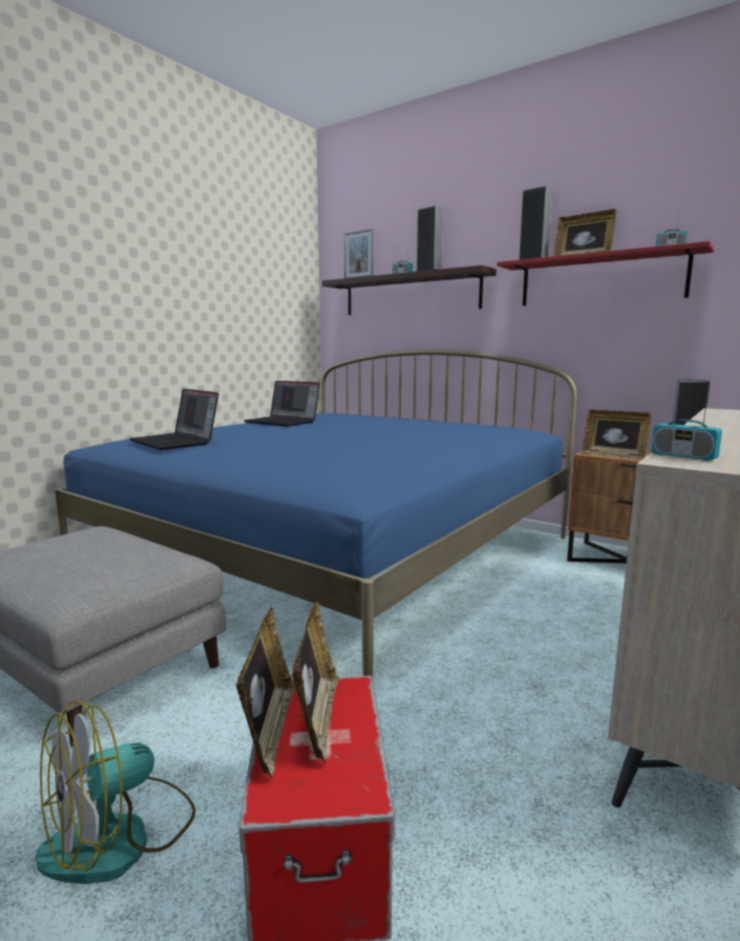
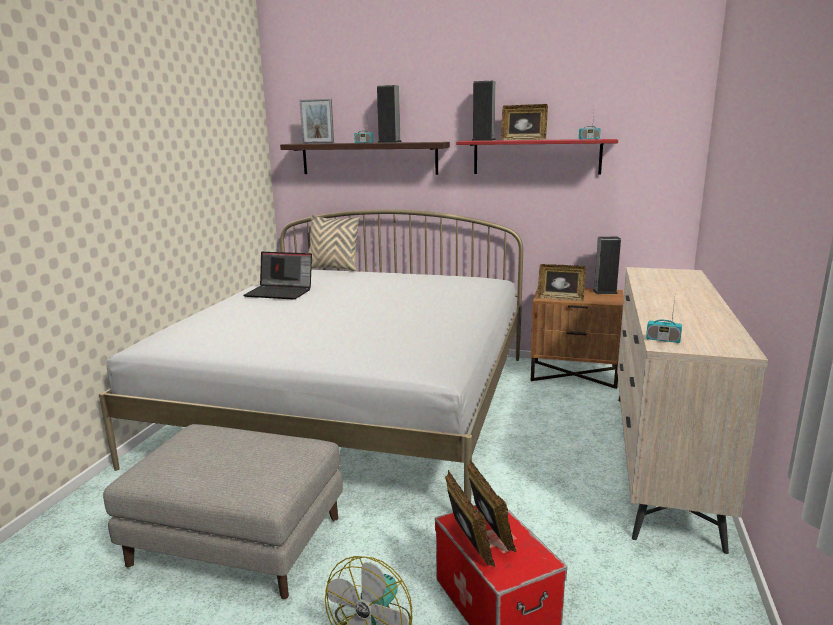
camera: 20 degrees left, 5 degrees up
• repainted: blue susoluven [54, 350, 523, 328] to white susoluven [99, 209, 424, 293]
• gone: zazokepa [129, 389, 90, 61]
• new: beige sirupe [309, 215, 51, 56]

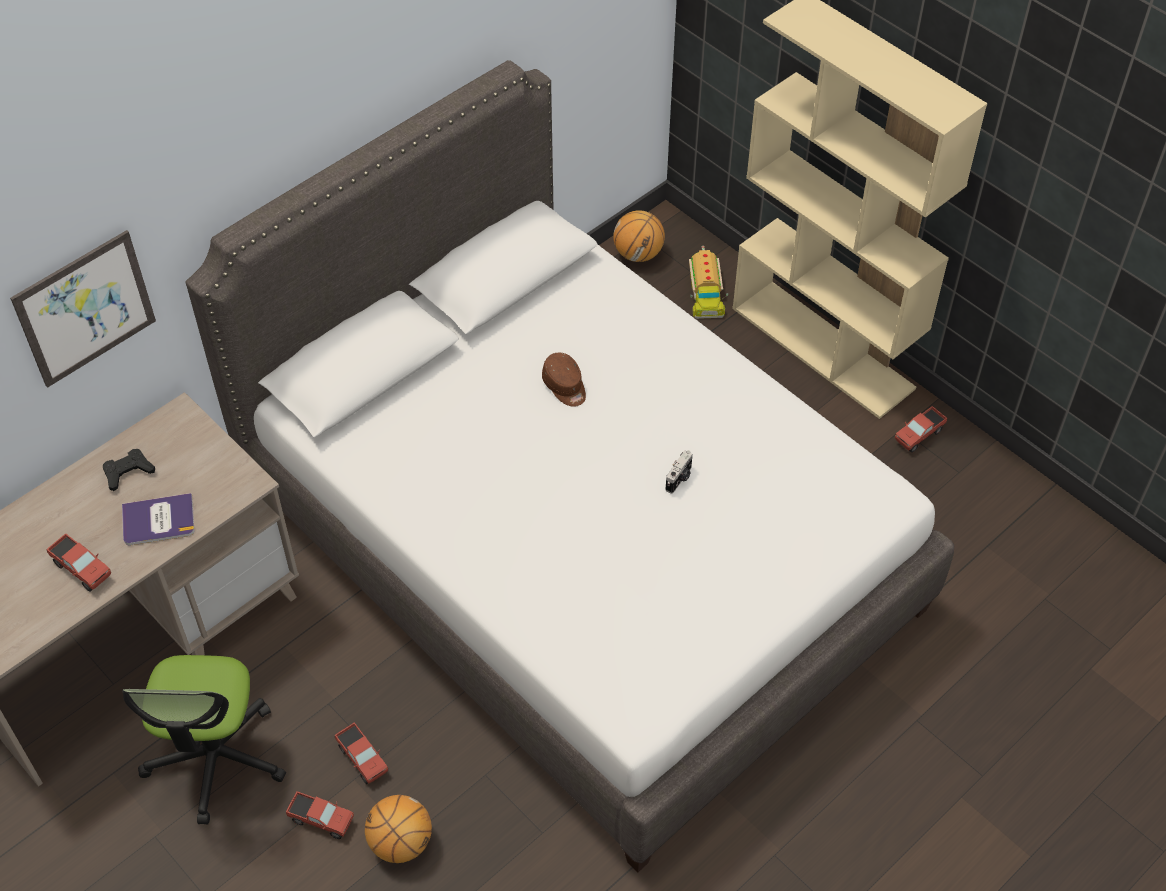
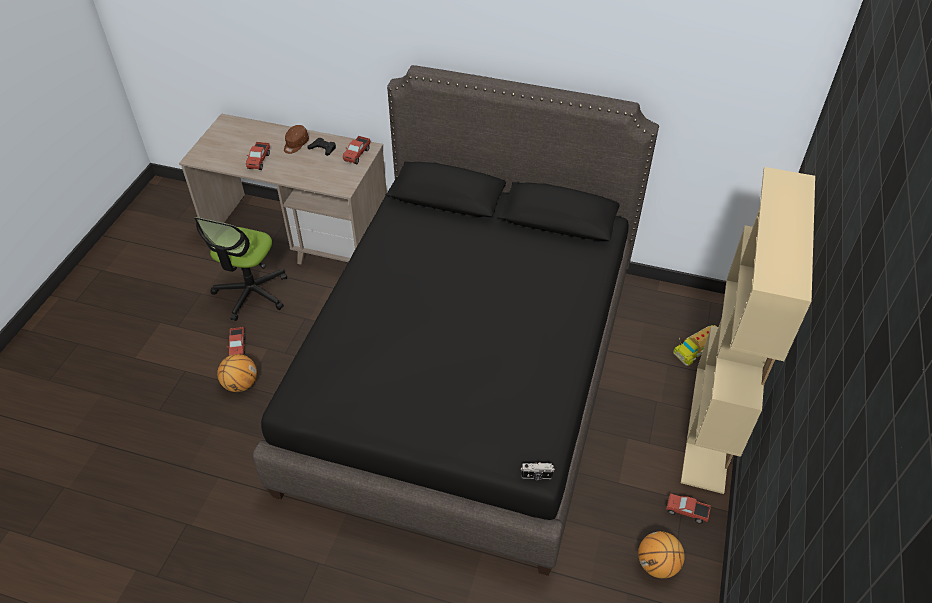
camera: 60 degrees right, 5 degrees down
• gone: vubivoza [10, 230, 146, 158]
• gone: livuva [122, 493, 72, 52]
• rotated: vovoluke [122, 655, 164, 170] = [194, 217, 93, 104] 45 degrees counterclockwise
• repainted: white susoluven [185, 60, 769, 813] to black susoluven [253, 65, 406, 511]
• shifted: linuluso [335, 722, 53, 62] to [343, 136, 27, 28]
• shifted: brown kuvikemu [542, 352, 44, 55] to [284, 125, 25, 29]
• shifted: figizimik [613, 210, 52, 52] to [638, 531, 47, 47]
• shifted: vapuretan [665, 450, 28, 44] to [521, 462, 34, 19]

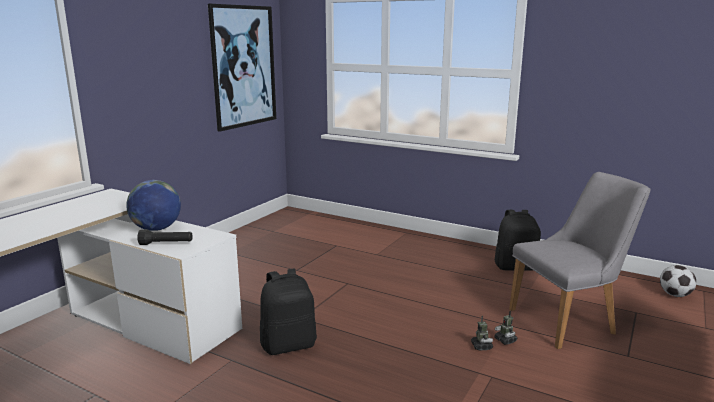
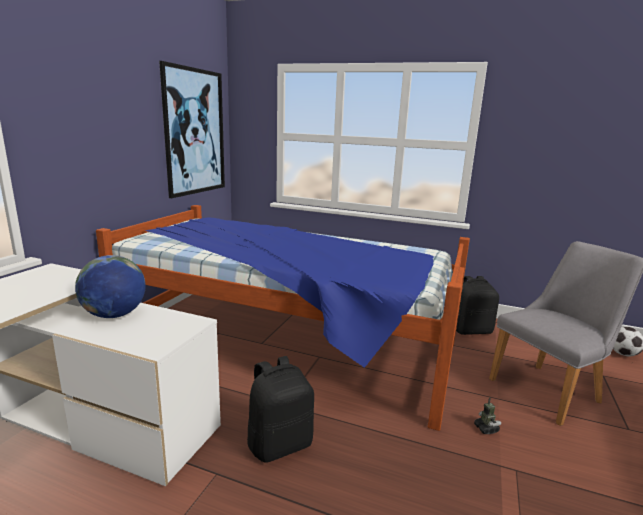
camera: 10 degrees left, 0 degrees up
• gone: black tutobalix [137, 229, 55, 16]
• gone: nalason [494, 311, 23, 34]
• new: susoluven [96, 205, 374, 226]

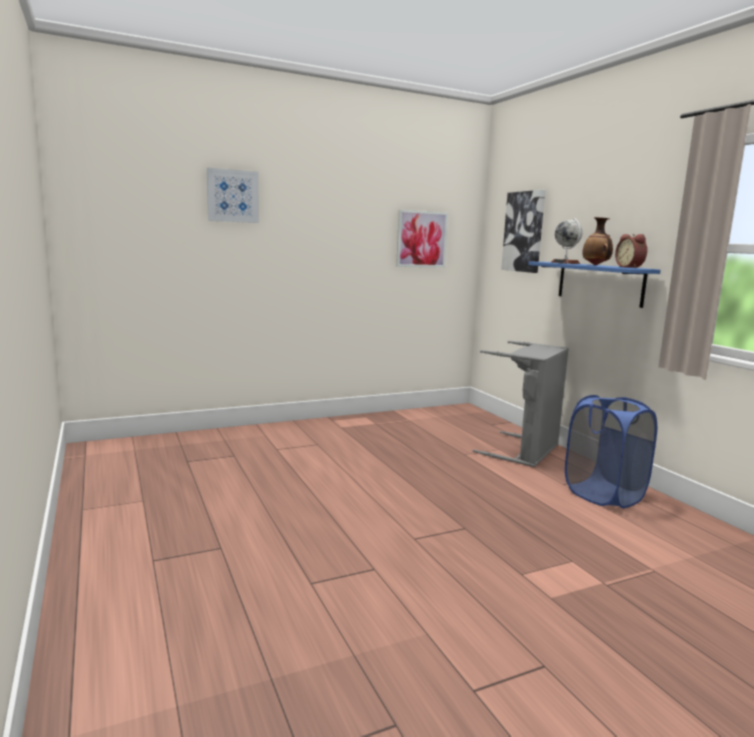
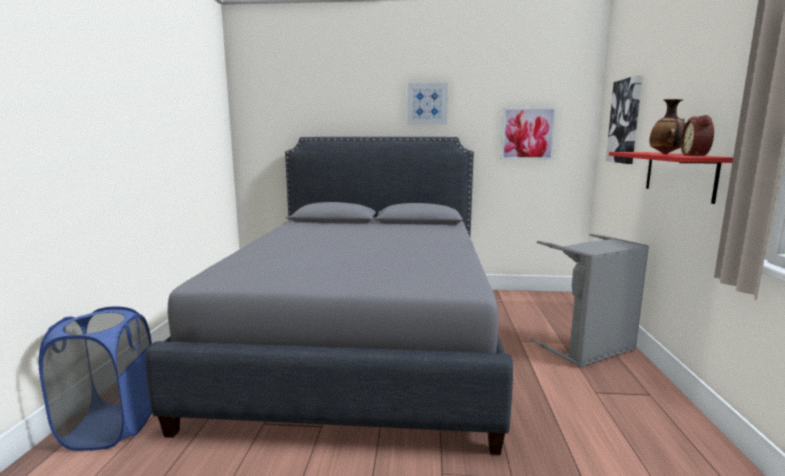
camera: 30 degrees right, 0 degrees up
• shifted: vubivoza [207, 168, 52, 55] to [407, 82, 41, 42]
• repainted: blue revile [528, 262, 133, 46] to red revile [609, 152, 124, 52]
• gone: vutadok [551, 218, 32, 46]
• shifted: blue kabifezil [565, 395, 92, 113] to [39, 307, 113, 144]
• new: grey susoluven [145, 137, 368, 318]

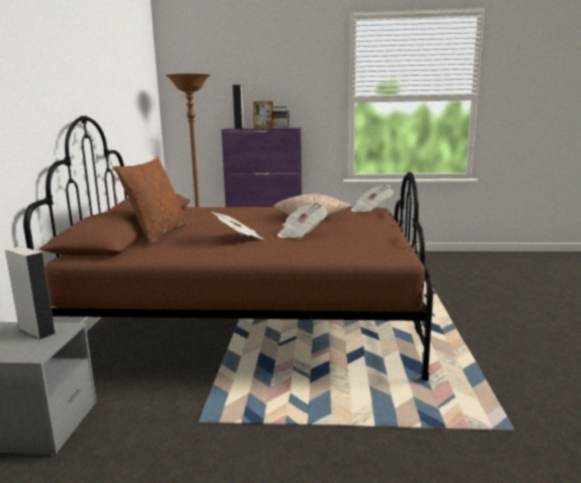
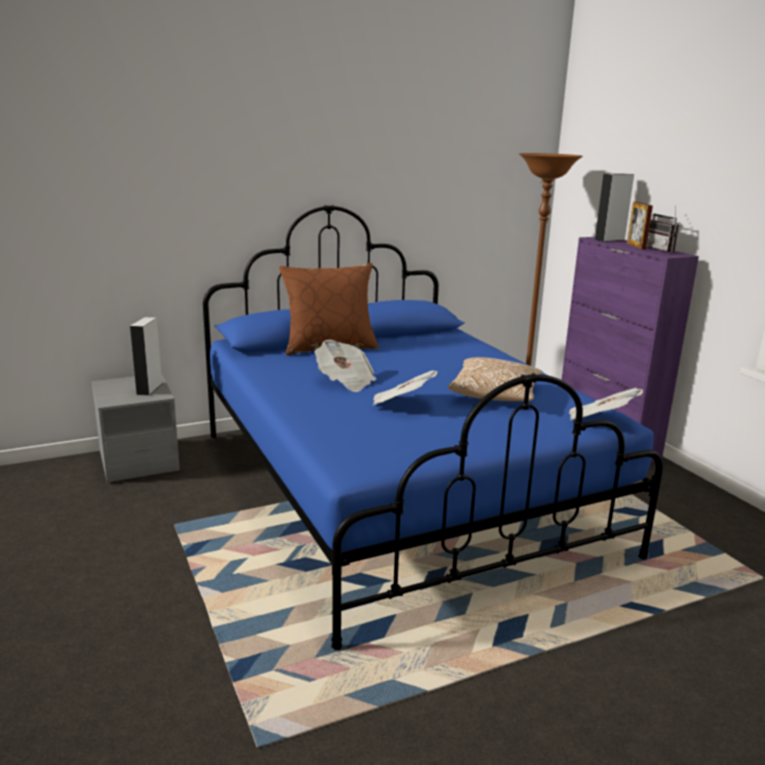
camera: 60 degrees right, 5 degrees up
• repainted: brown susoluven [23, 116, 410, 265] to blue susoluven [203, 205, 460, 445]

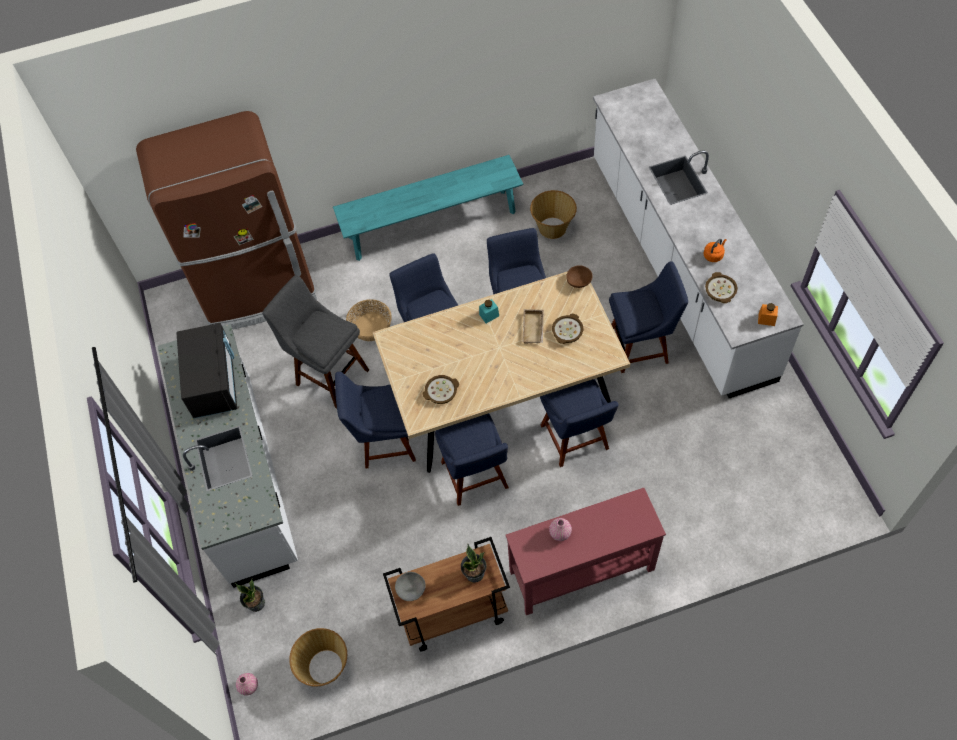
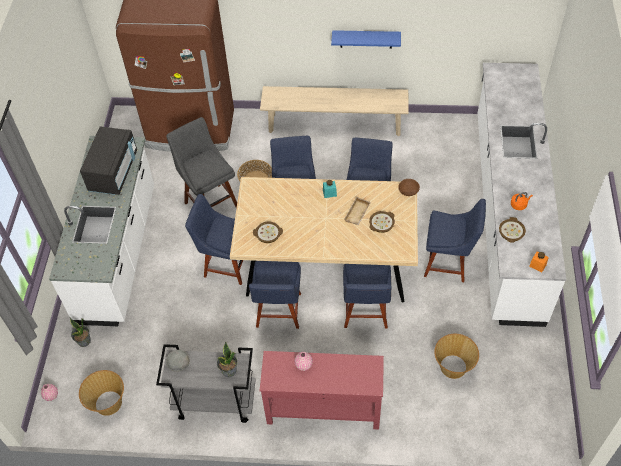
camera: 20 degrees right, 5 degrees down
• repainted: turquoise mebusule [333, 155, 190, 106] to beige mebusule [260, 86, 148, 50]
• repainted: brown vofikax [383, 537, 127, 114] to grey vofikax [156, 344, 100, 79]
• shifted: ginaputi [530, 190, 47, 49] to [434, 334, 45, 45]
• new: blue revile [331, 30, 70, 19]

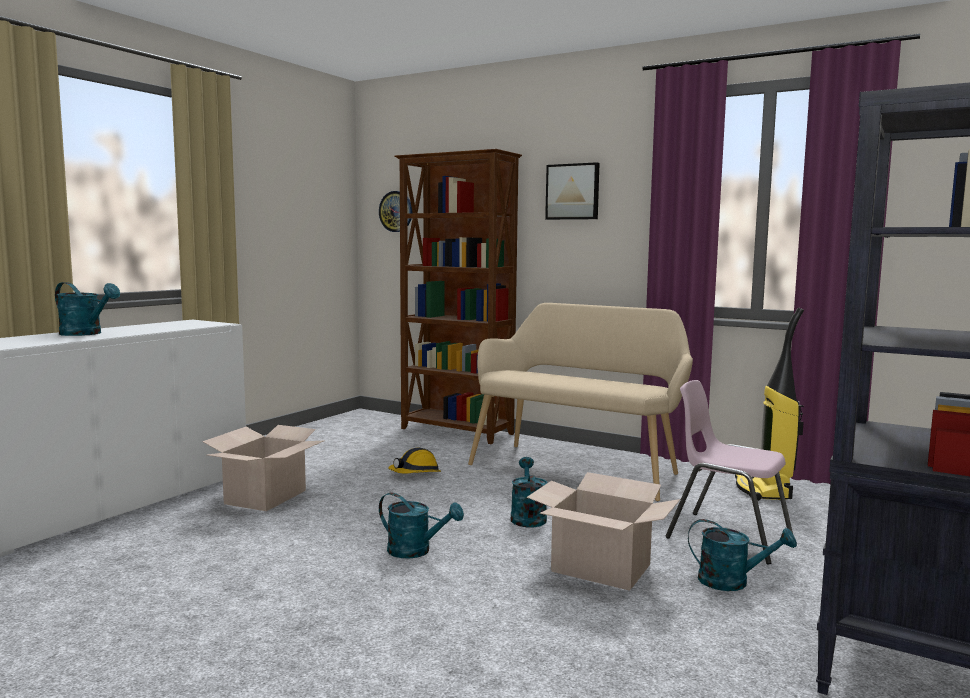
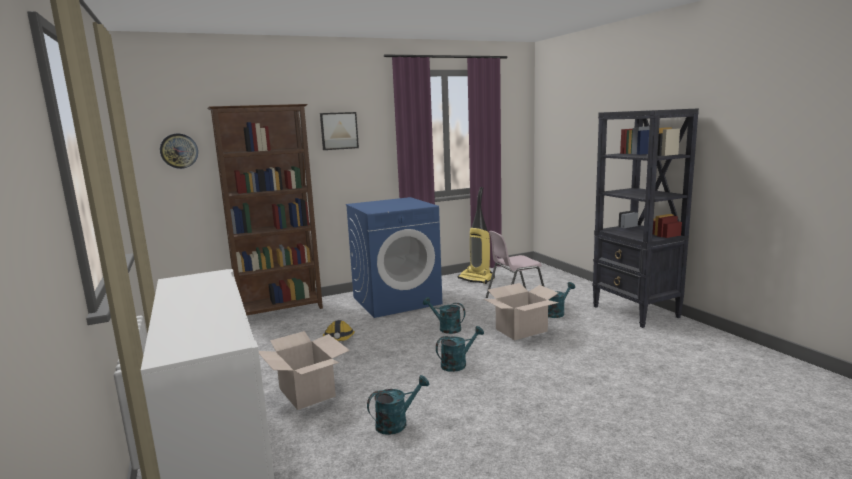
camera: 55 degrees left, 5 degrees up
• shifted: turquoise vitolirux [55, 282, 65, 54] to [367, 375, 62, 60]
• swapped: beige mebusule [468, 303, 225, 199] to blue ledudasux [346, 197, 96, 121]

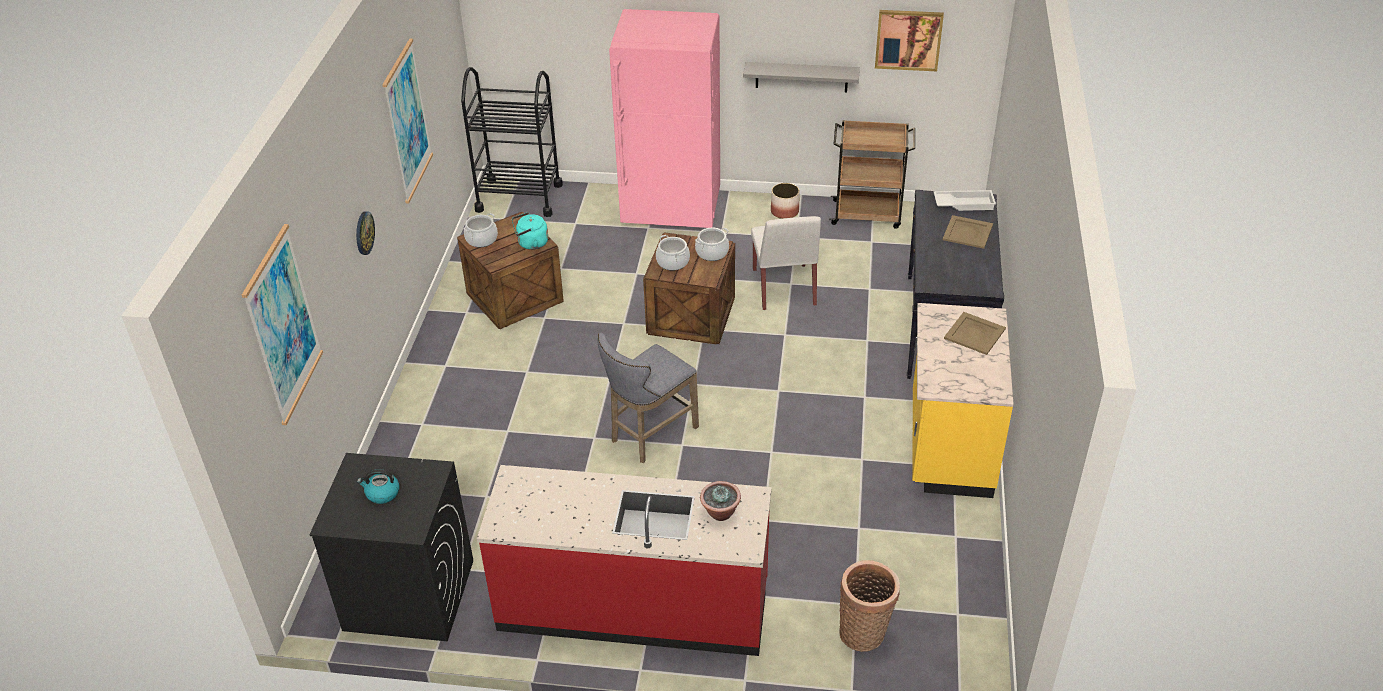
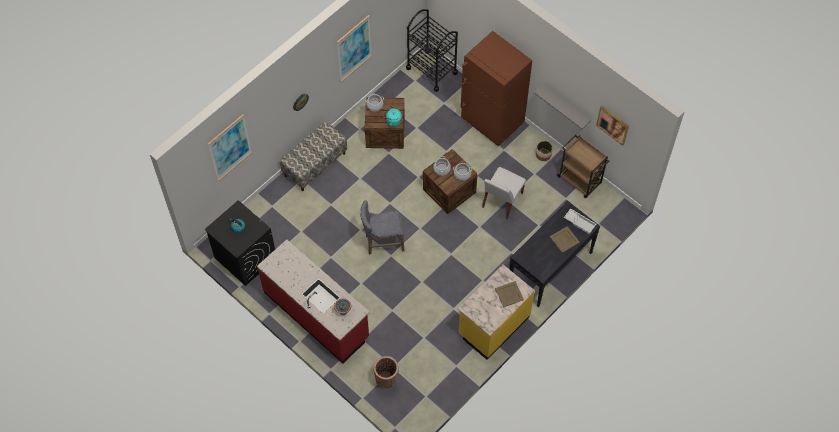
camera: 35 degrees right, 20 degrees up
• repainted: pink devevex [609, 9, 111, 219] to brown devevex [460, 31, 72, 115]
• new: mebusule [280, 121, 67, 70]

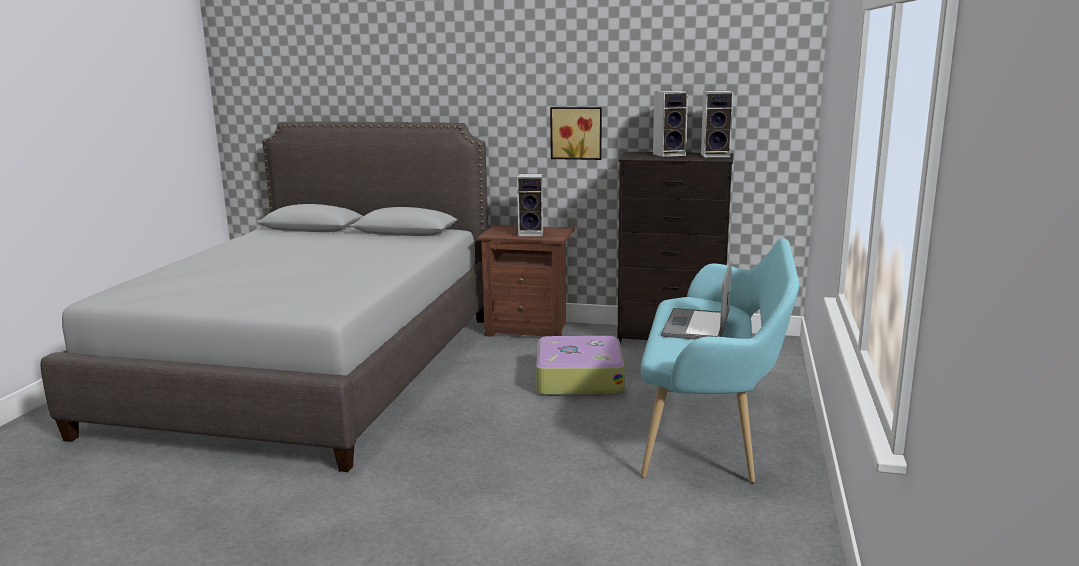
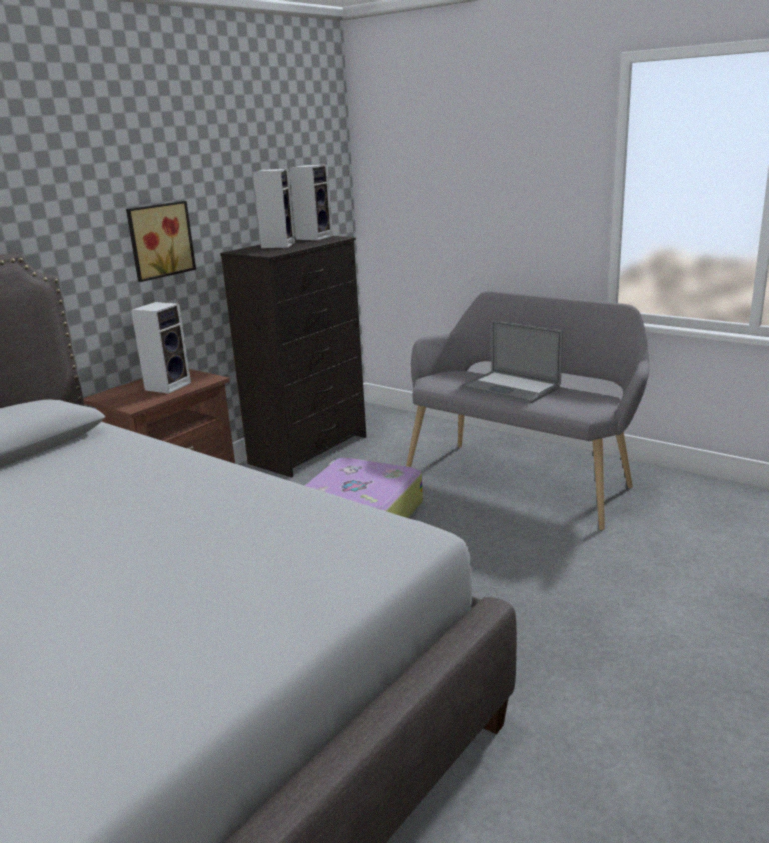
camera: 65 degrees left, 5 degrees up
• repainted: turquoise mebusule [641, 238, 158, 245] to grey mebusule [406, 291, 244, 239]

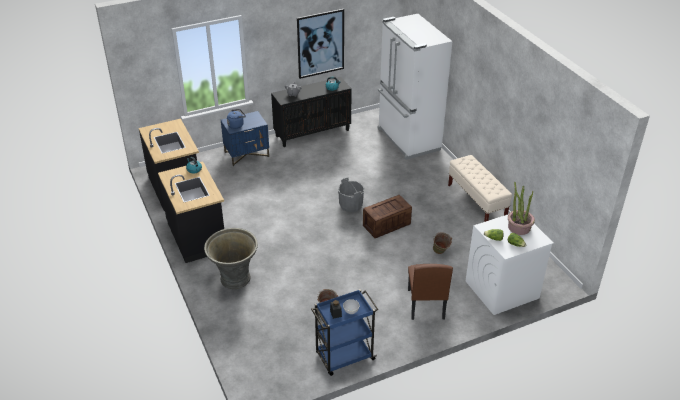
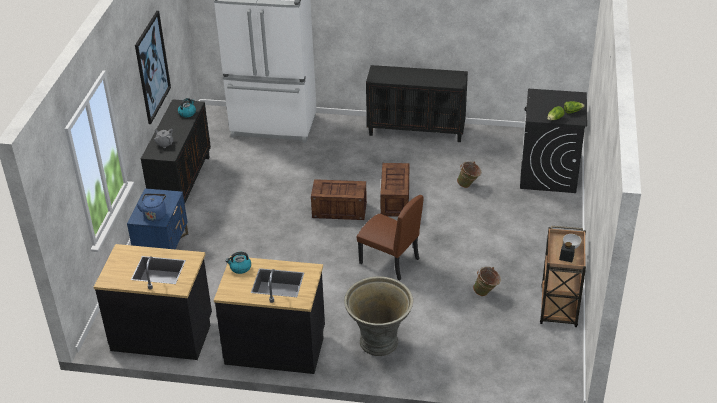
camera: 55 degrees left, 0 degrees up
• repainted: blue vofikax [311, 289, 67, 87] to brown vofikax [540, 226, 46, 101]
• swapped: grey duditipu [338, 178, 26, 34] to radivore [311, 179, 56, 41]
• shifted: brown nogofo [408, 264, 45, 56] to [357, 195, 67, 85]
• swapped: beige mebusule [448, 155, 64, 67] to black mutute [366, 65, 102, 77]
• repainted: white ledudasux [466, 215, 88, 100] to black ledudasux [520, 89, 67, 104]
• gone: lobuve [508, 182, 27, 53]

